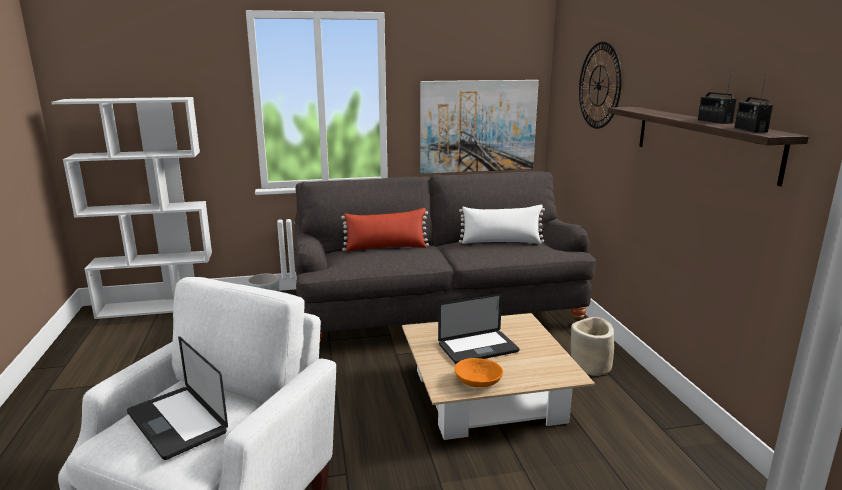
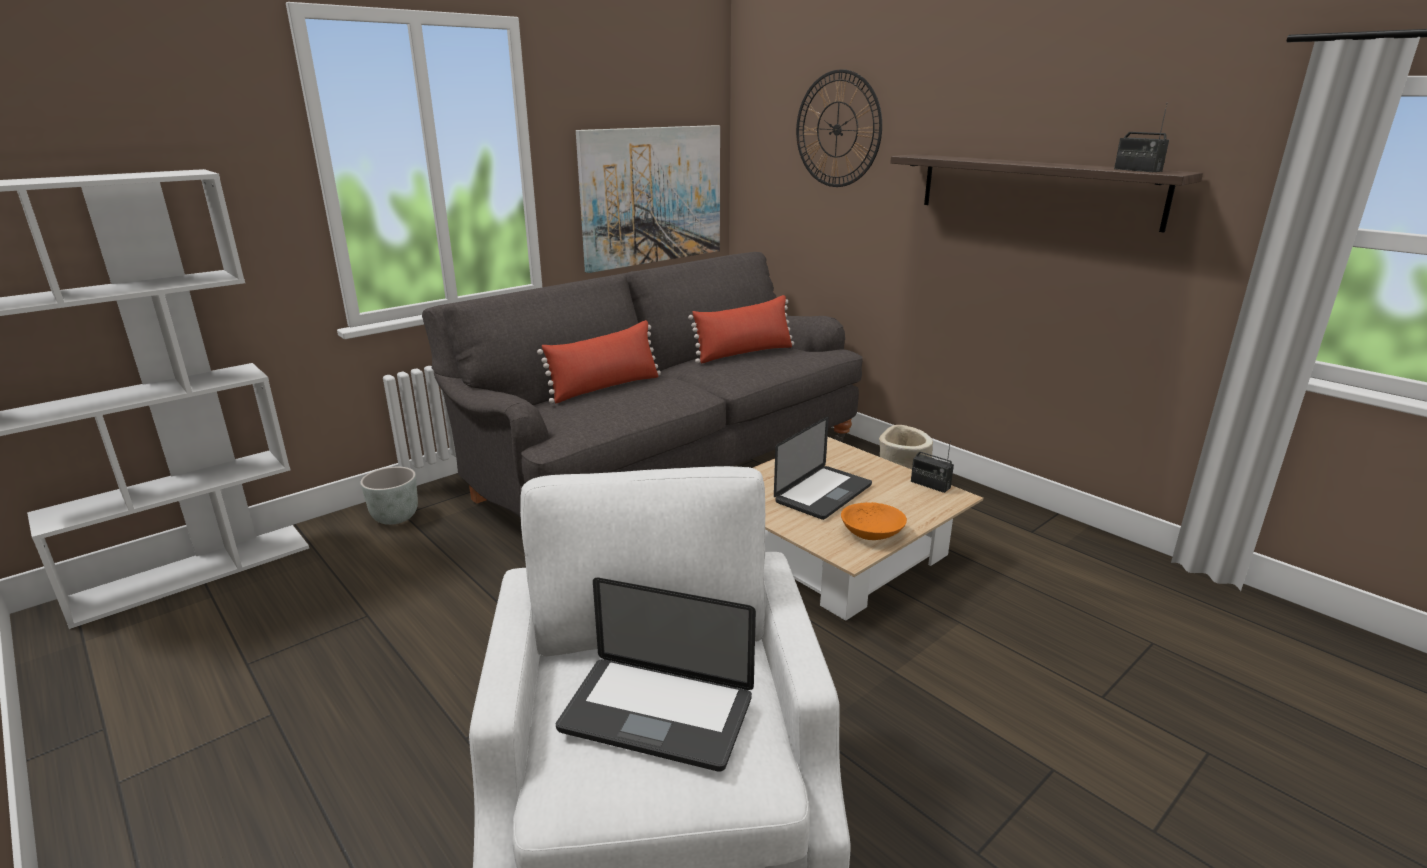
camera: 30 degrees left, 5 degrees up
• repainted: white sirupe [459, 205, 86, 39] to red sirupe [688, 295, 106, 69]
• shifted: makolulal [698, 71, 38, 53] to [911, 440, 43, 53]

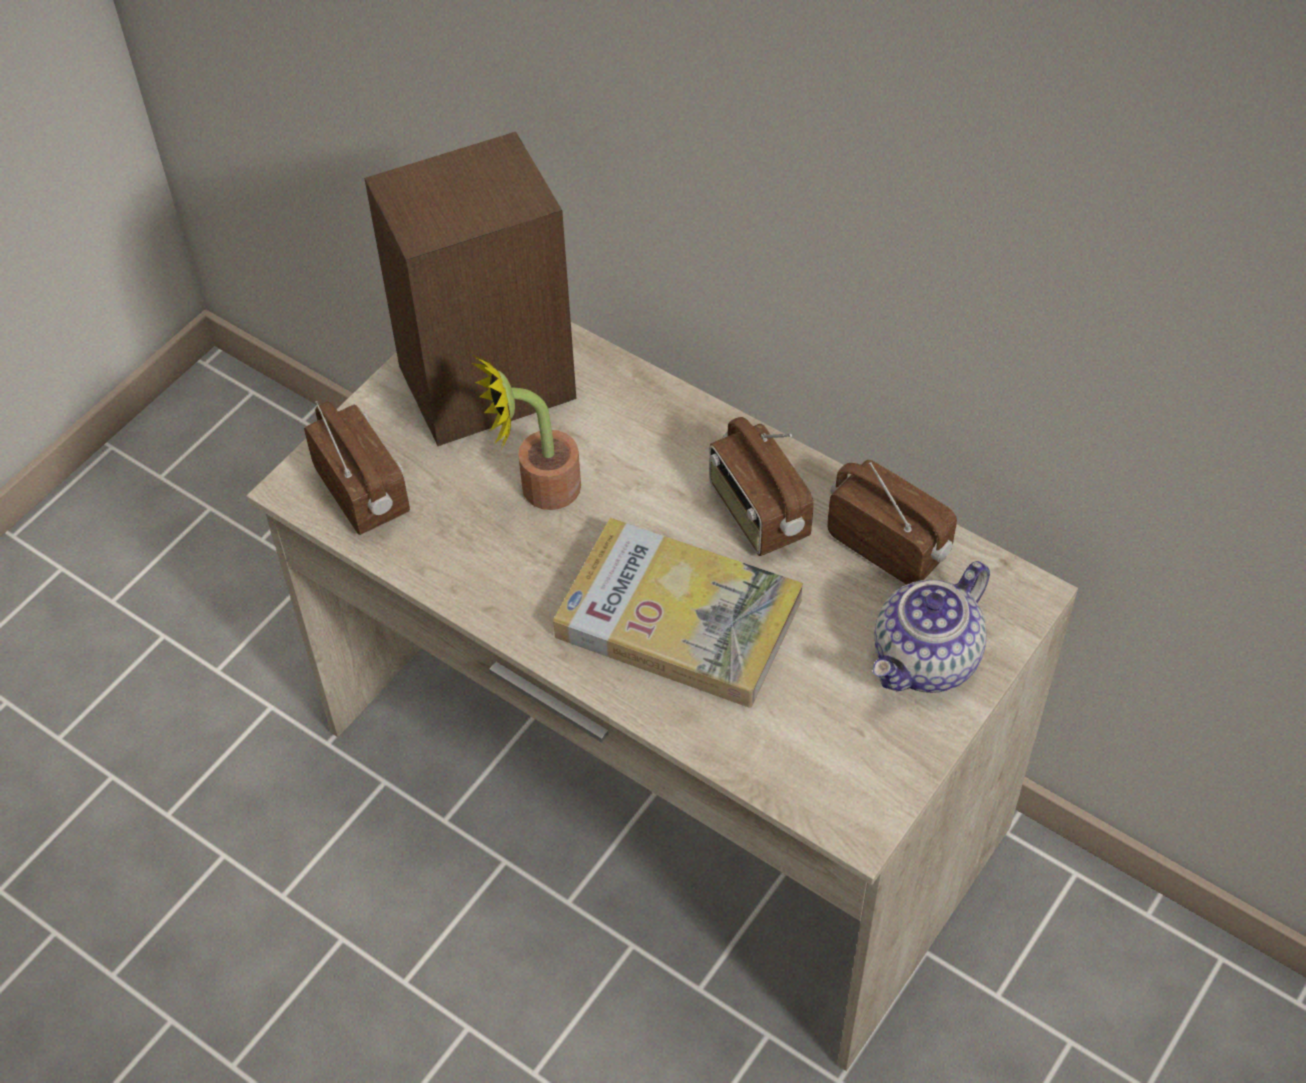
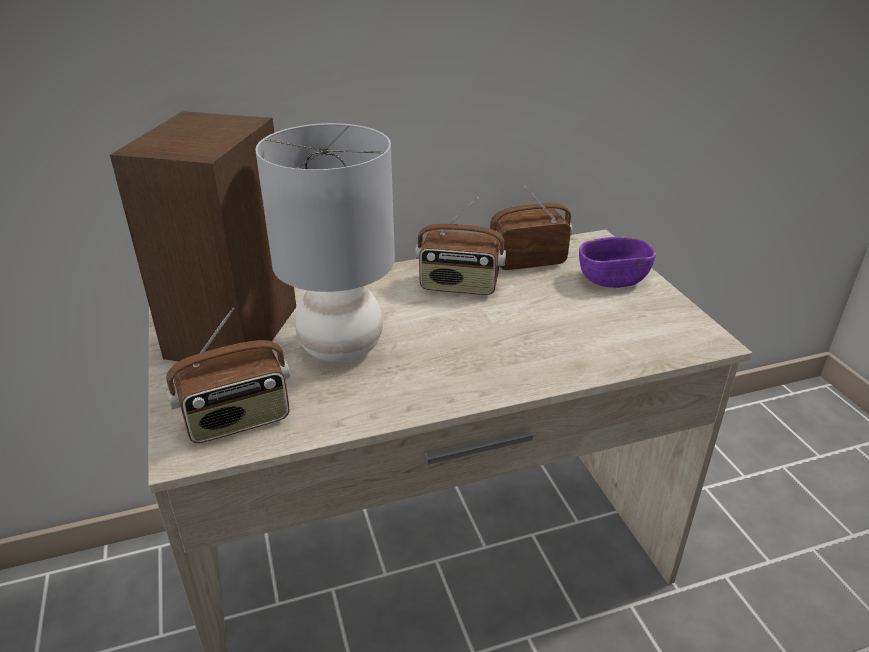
camera: 55 degrees left, 20 degrees down
• rotated: makolulal [304, 401, 106, 134] = [166, 307, 124, 136] 150 degrees clockwise
• swapped: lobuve [471, 351, 110, 159] to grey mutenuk [255, 123, 140, 240]
• gone: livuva [553, 518, 250, 189]
• swapped: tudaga [873, 561, 117, 132] to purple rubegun [579, 237, 77, 51]

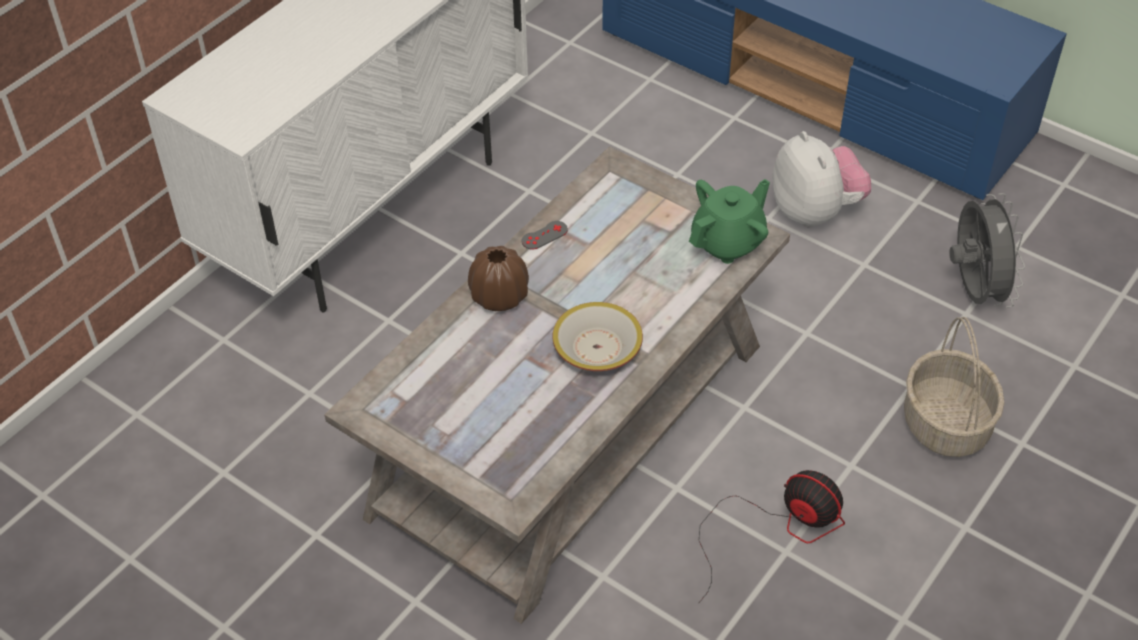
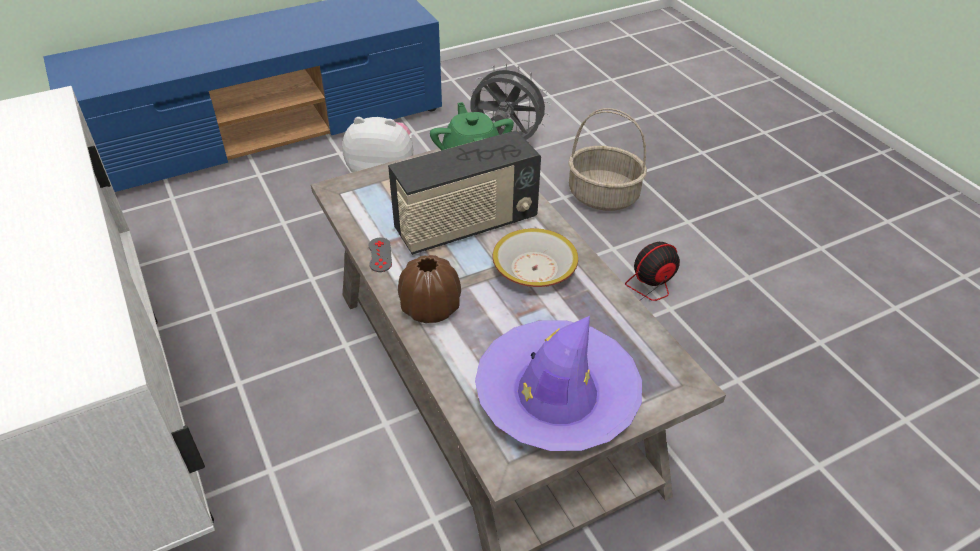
camera: 65 degrees left, 5 degrees down
• new: makolulal [388, 131, 153, 124]
• new: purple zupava [475, 316, 167, 135]

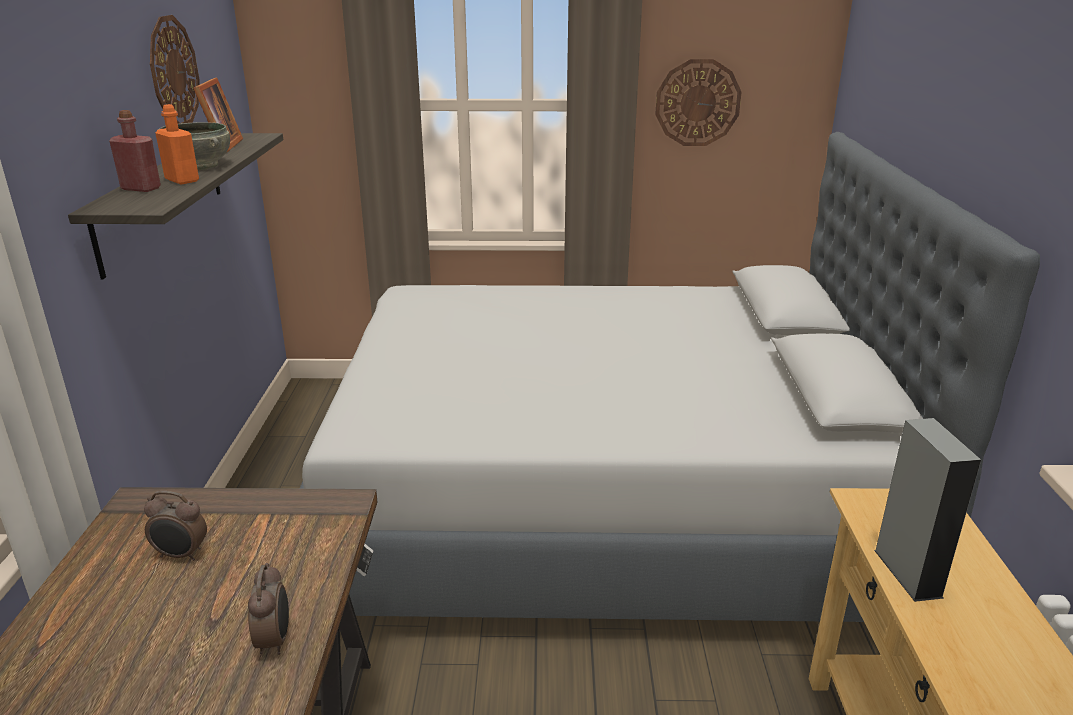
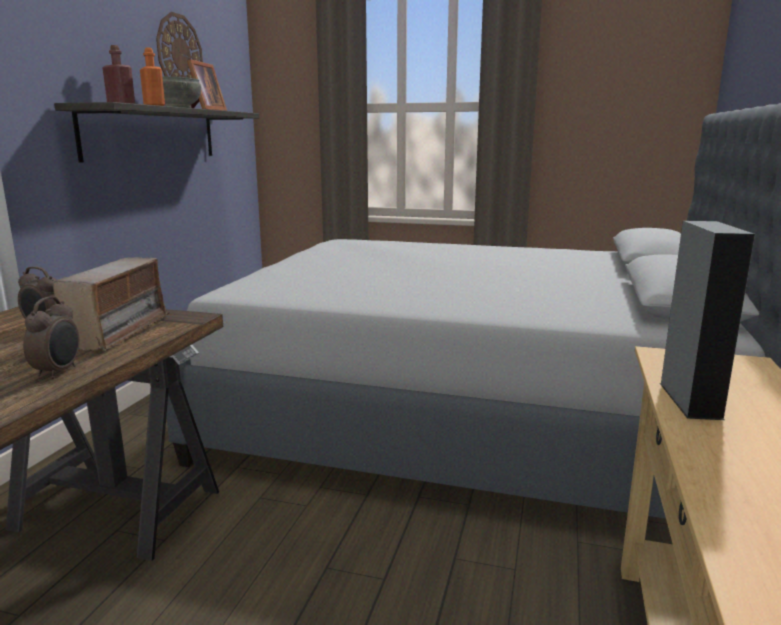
camera: 15 degrees right, 10 degrees down
• gone: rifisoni [655, 59, 87, 87]
• new: makolulal [53, 257, 116, 94]

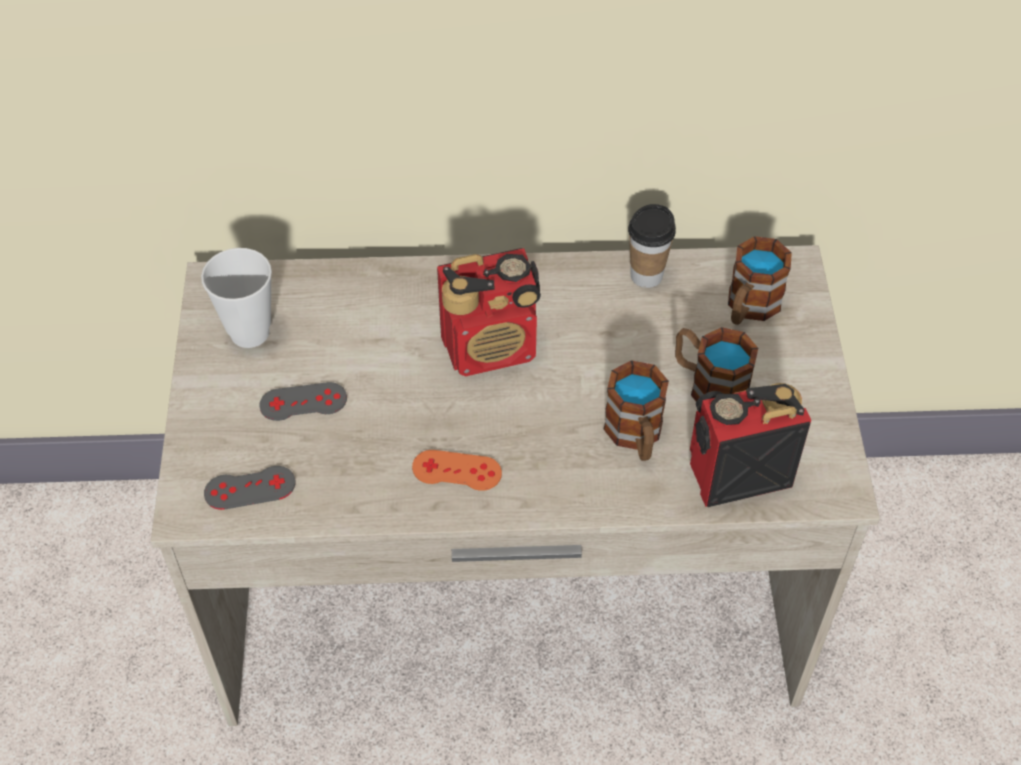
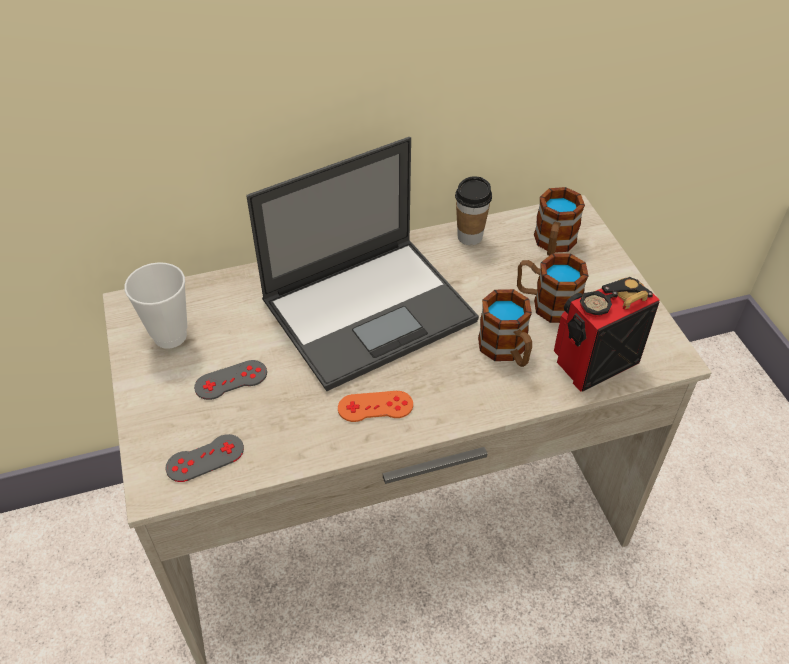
camera: 15 degrees left, 5 degrees down
• swapped: makolulal [437, 248, 104, 128] to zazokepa [246, 137, 233, 254]

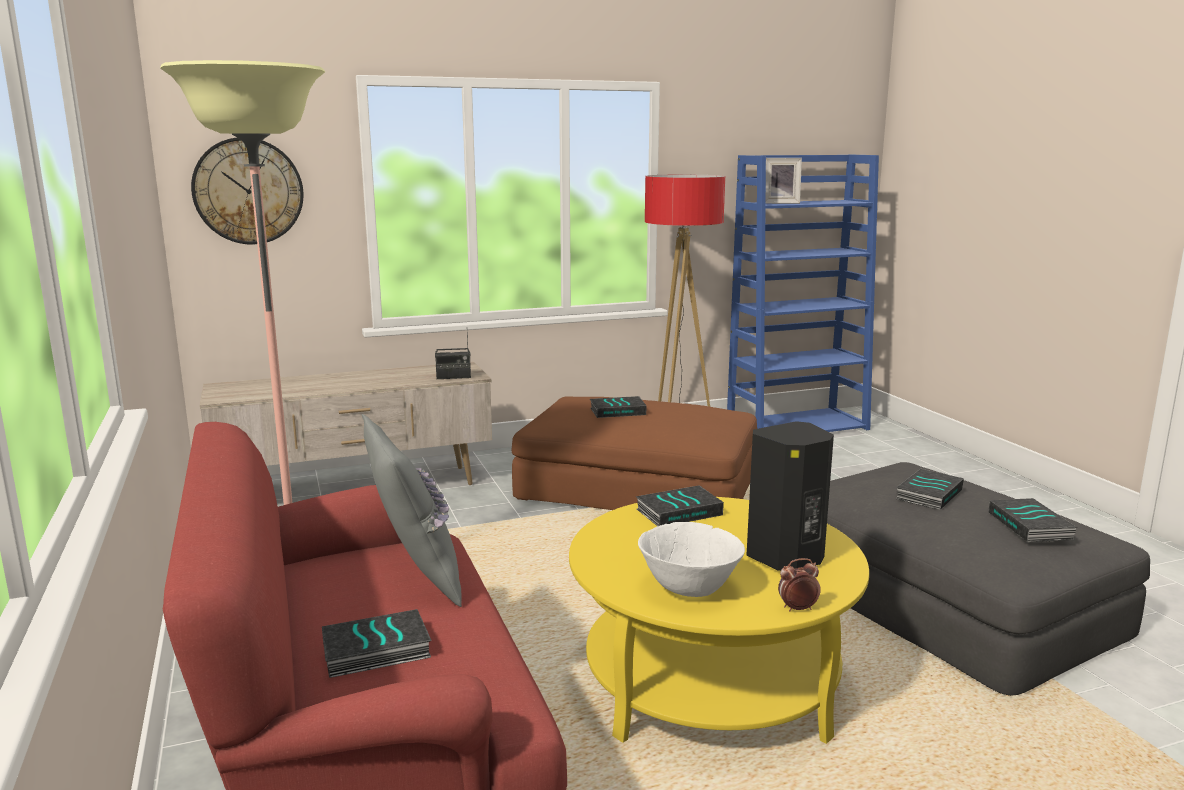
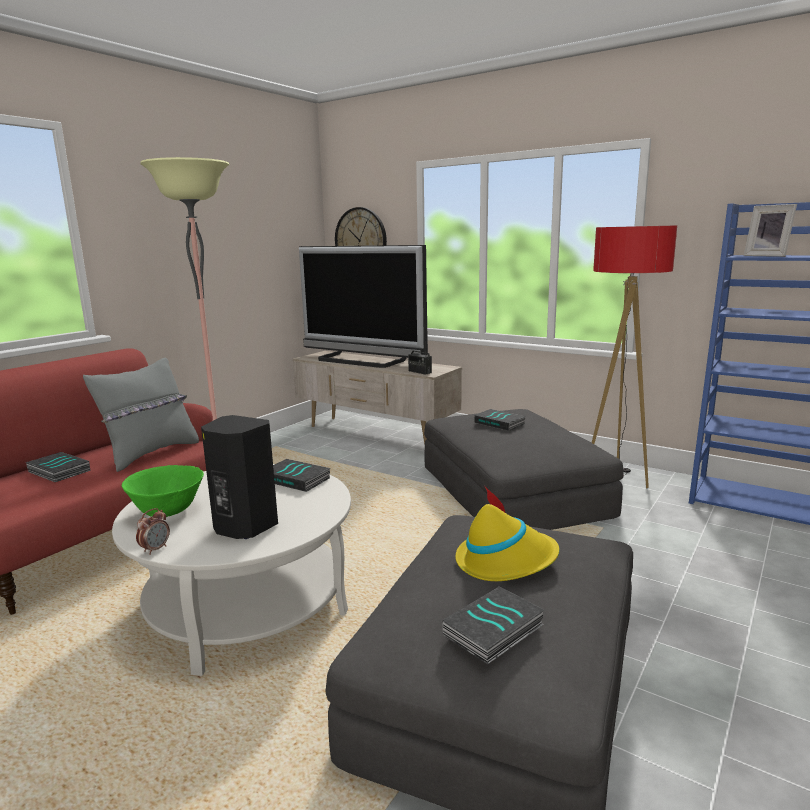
camera: 55 degrees right, 0 degrees up
• repainted: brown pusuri [511, 396, 246, 114] to grey pusuri [424, 409, 200, 121]
• repainted: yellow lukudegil [569, 497, 300, 247] to white lukudegil [112, 464, 239, 212]
• repainted: white rubegun [638, 522, 107, 75] to green rubegun [122, 465, 82, 52]
• rotated: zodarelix [778, 558, 43, 54] = [136, 508, 34, 47] 75 degrees clockwise
• swapped: livuva [895, 469, 69, 41] to yellow zupava [455, 487, 104, 94]
• new: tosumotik [299, 245, 129, 123]

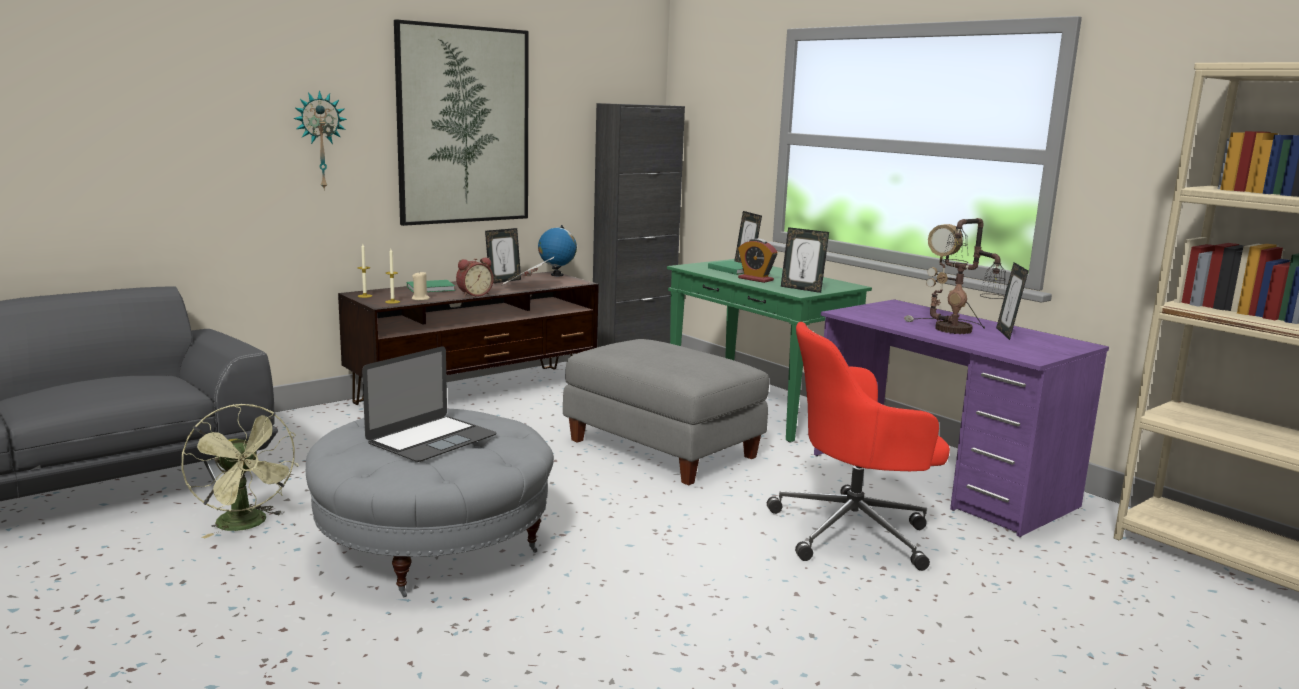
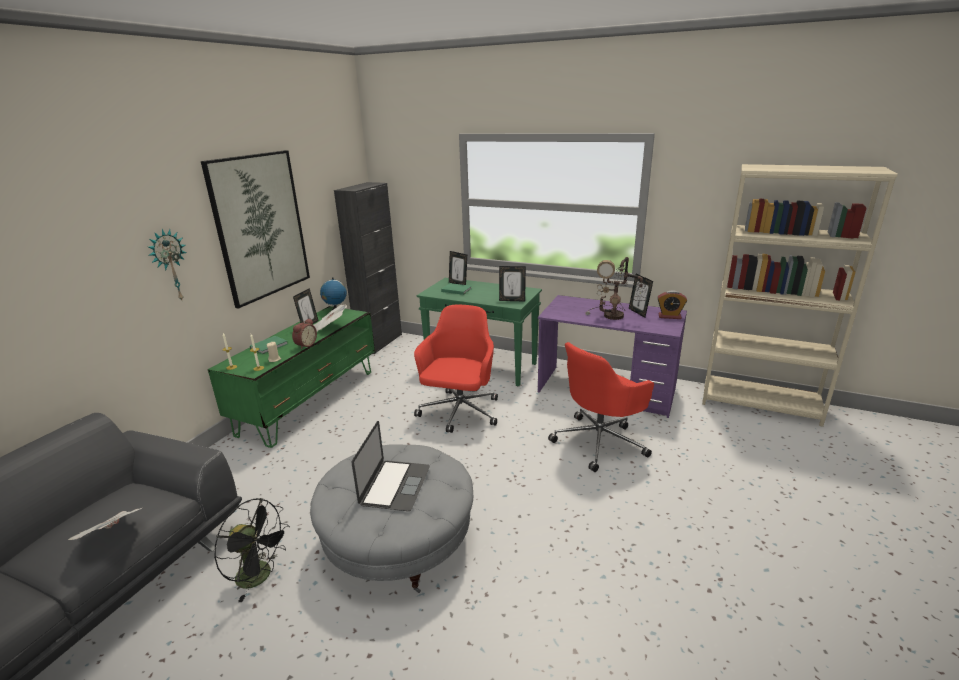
camera: 25 degrees left, 10 degrees up
• repainted: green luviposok [182, 404, 117, 134] to black luviposok [214, 498, 76, 104]
• repainted: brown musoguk [338, 271, 261, 134] to green musoguk [208, 306, 167, 142]
• swapped: grey pusuri [563, 339, 206, 146] to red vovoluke [414, 305, 84, 128]
• shifted: zodarelix [738, 239, 40, 44] to [657, 290, 30, 29]
• new: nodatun [68, 508, 74, 32]

